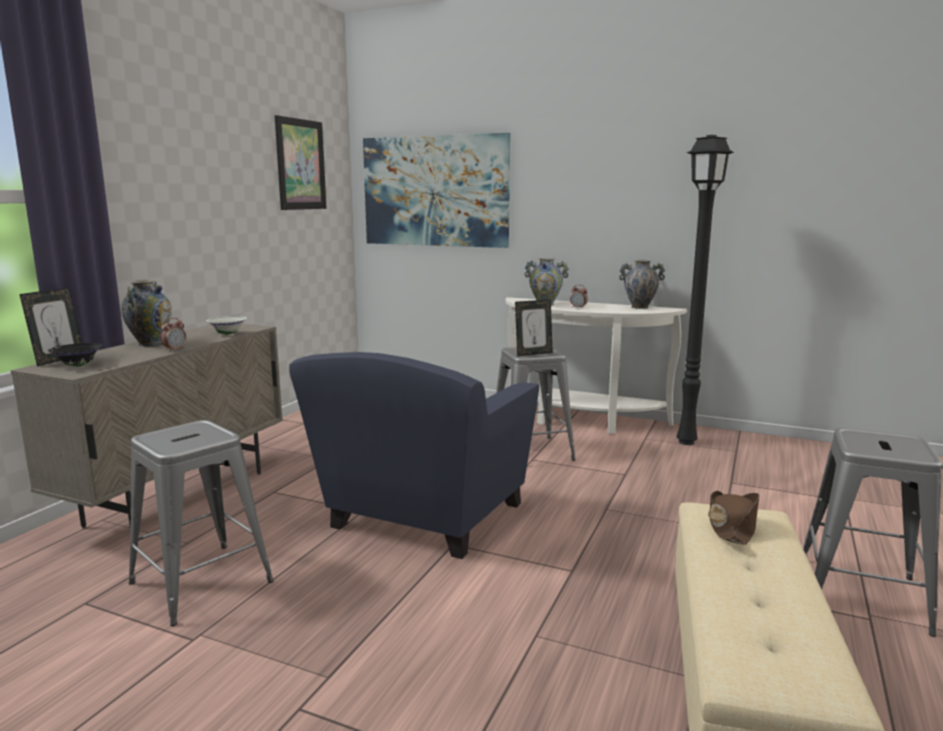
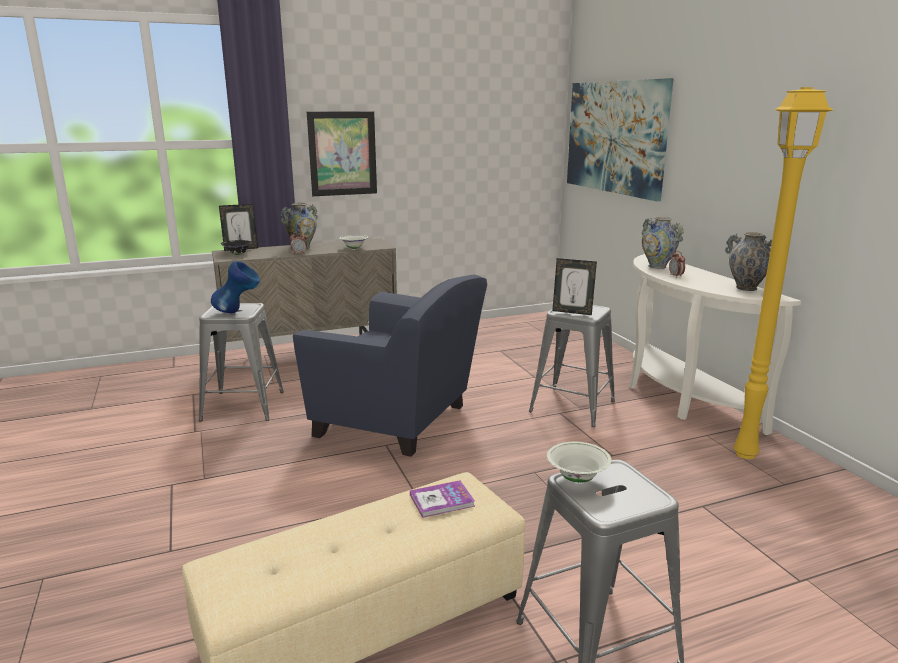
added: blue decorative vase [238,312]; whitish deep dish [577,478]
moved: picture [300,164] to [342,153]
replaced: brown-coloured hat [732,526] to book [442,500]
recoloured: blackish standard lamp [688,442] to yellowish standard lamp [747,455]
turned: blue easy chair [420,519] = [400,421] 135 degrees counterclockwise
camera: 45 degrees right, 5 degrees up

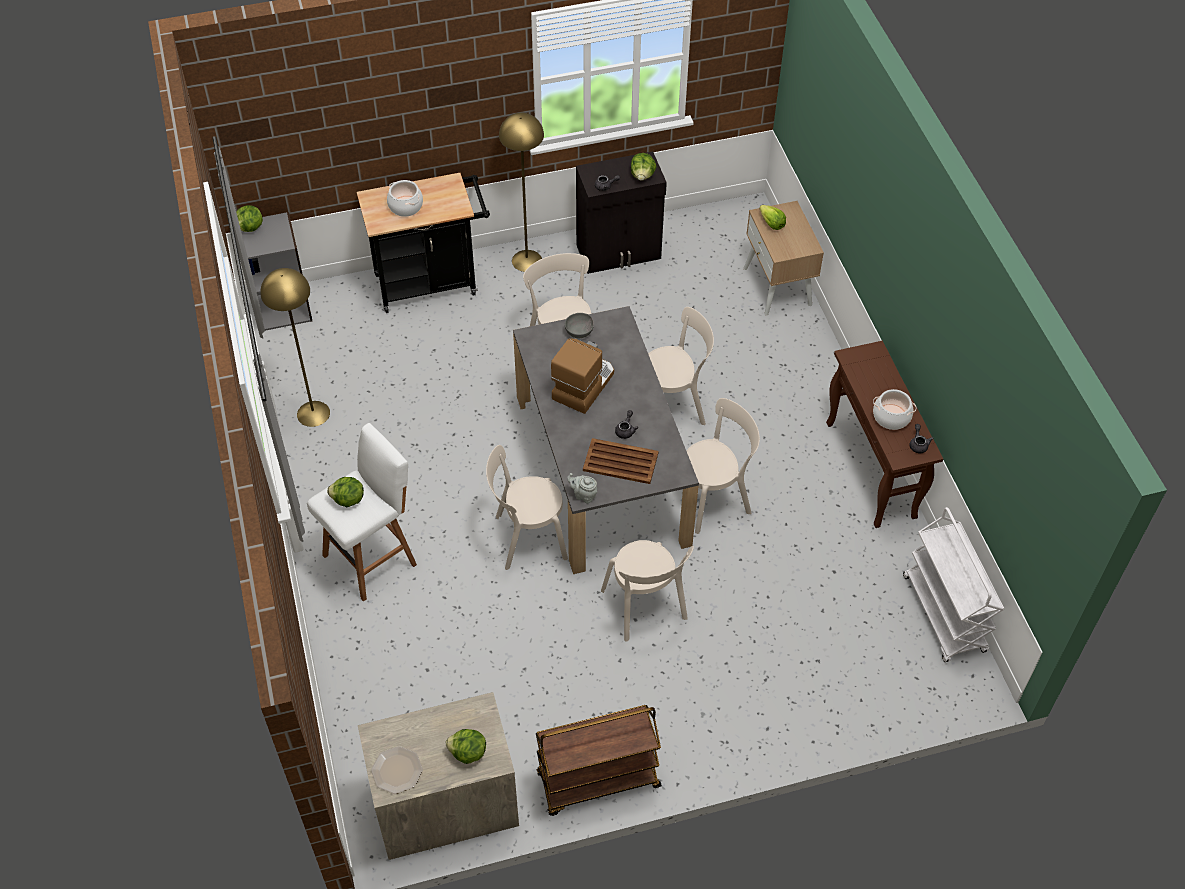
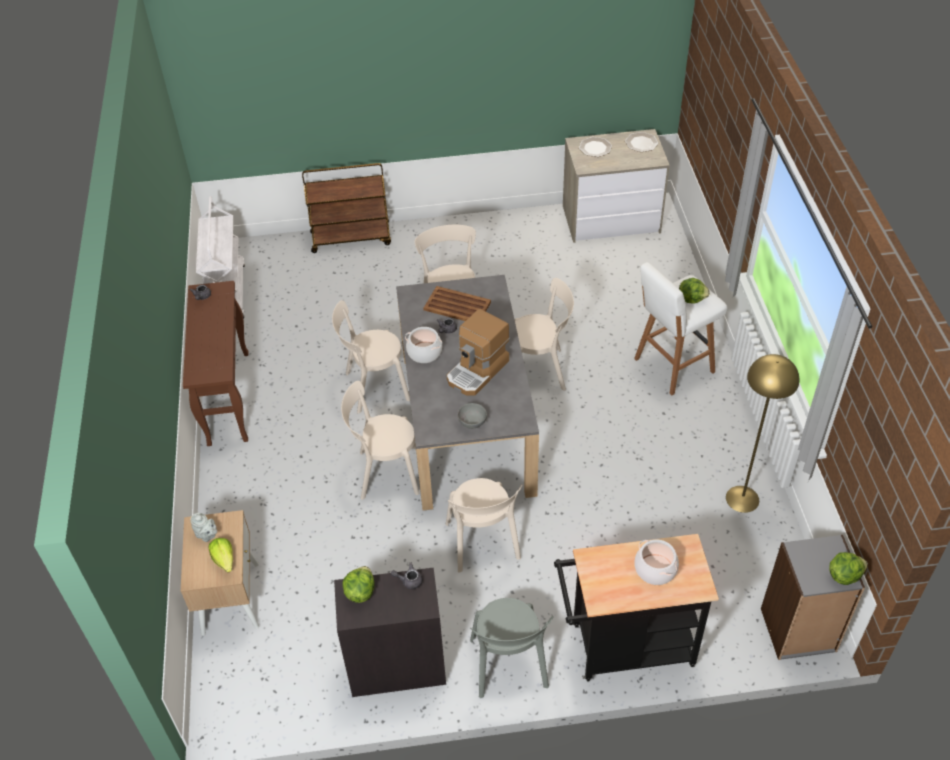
moved: brown-coloured cart [597,781] to [351,238]; gray tea pot [583,495] to [207,535]; cooking pot [891,417] to [424,352]
replaced: head of lettuce [467,753] to flat dish [595,147]; yellowish standard lamp [527,260] to gray upright chair [509,667]
camera: 170 degrees left, 5 degrees down

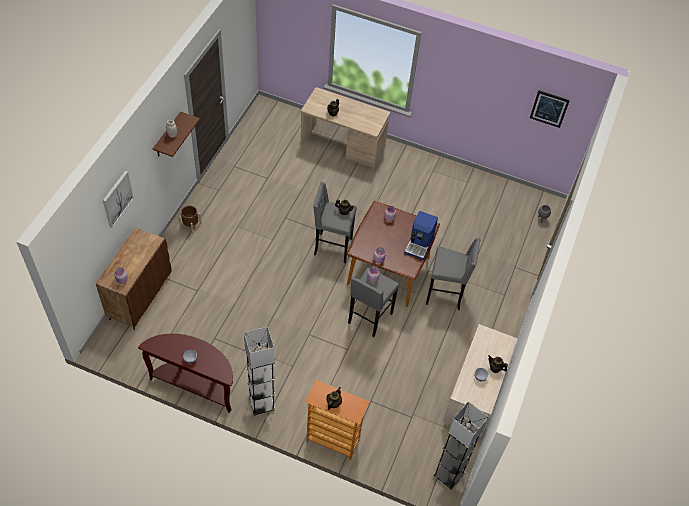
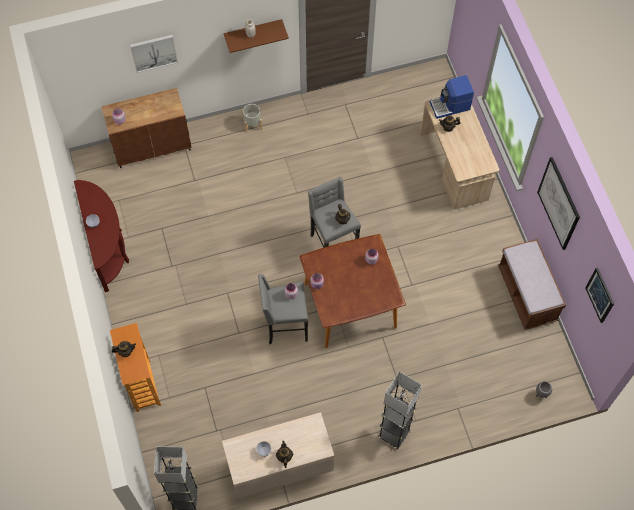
removed: gray sitting stool [445,294]
added: brown-coloured indoor bench [526,294]; picture [559,203]
moved: gray standard lamp [261,404] to [394,434]; coffee brewer [420,244] to [450,106]
recoloured: brown-coloured planter [190,225] to gray planter [252,124]
camera: 55 degrees right, 10 degrees up

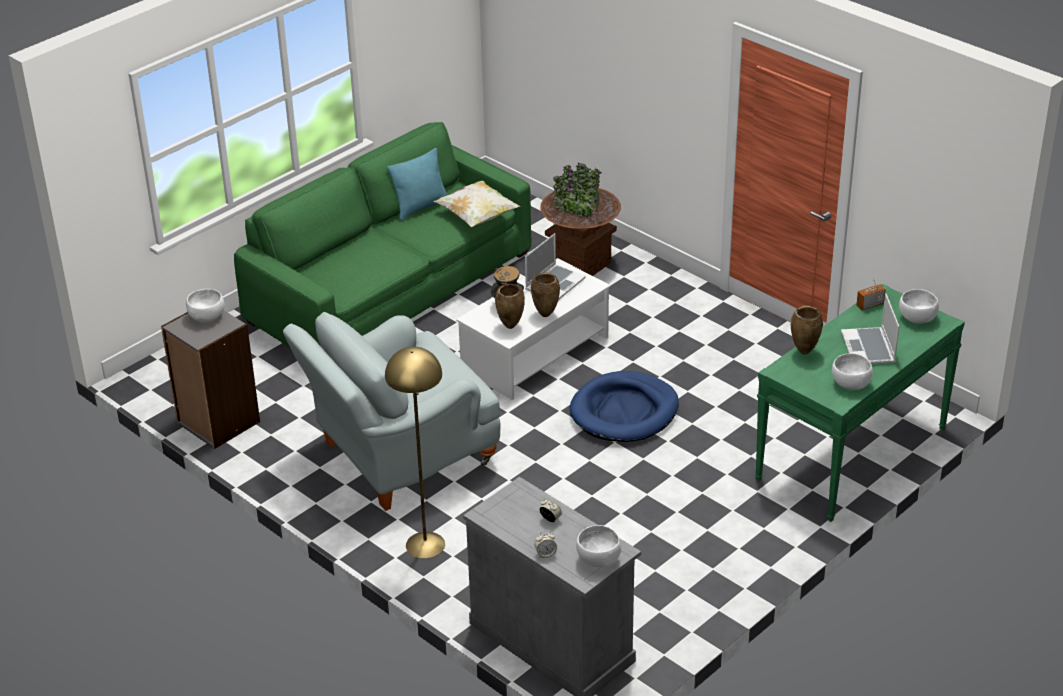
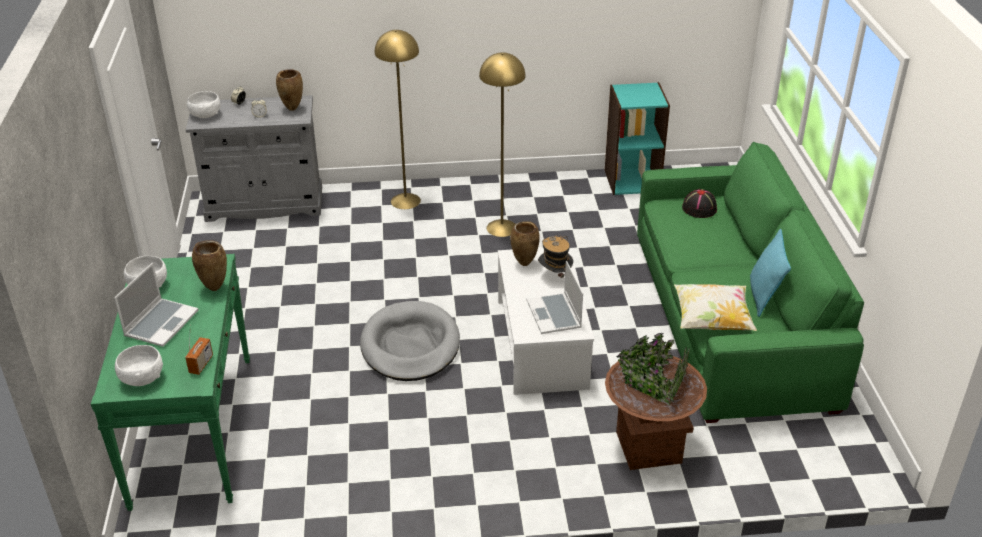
removed: whitish deep dish [207,316]
added: blackish hat [699,208]
moved: brown-coloured decorative vase [546,314] to [292,109]
replaced: gray easy chair [399,457] to yellowish standard lamp [502,228]
recoloured: gray bookcase [217,423] to blue-green bookcase [632,180]; blue pet bed [624,411] to gray pet bed [410,345]
turned: laptop [869,348] = [161,323] 75 degrees clockwise
camera: 130 degrees right, 0 degrees up

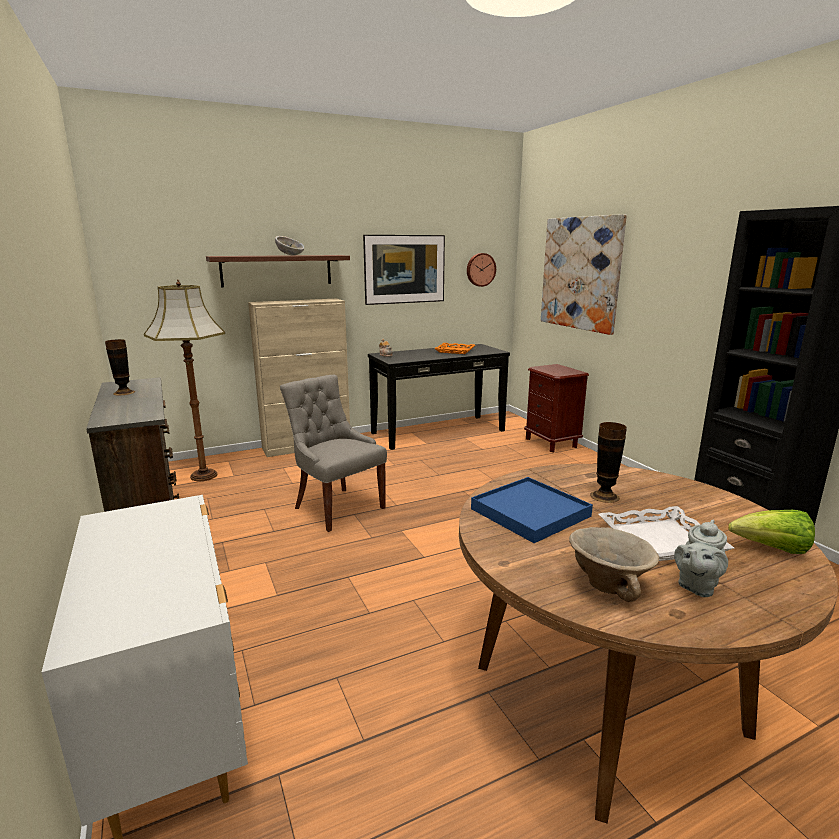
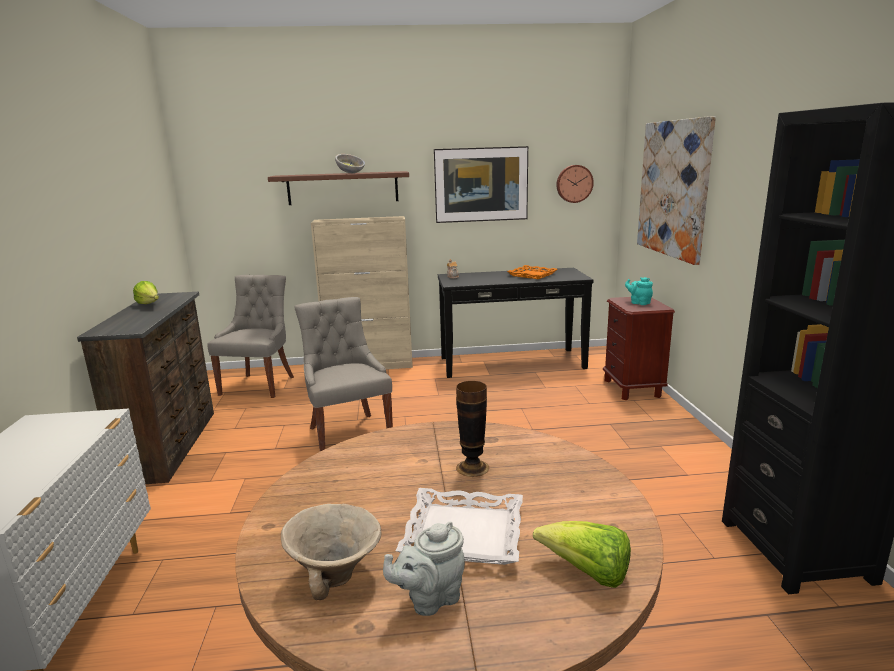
removed: blue serving tray [530,513]
added: blue-green tea pot [639,303]
replaced: decorative vase [124,392] to head of lettuce [150,305]; standard lamp [204,475] to gray upright chair [259,385]
camera: 20 degrees right, 0 degrees up

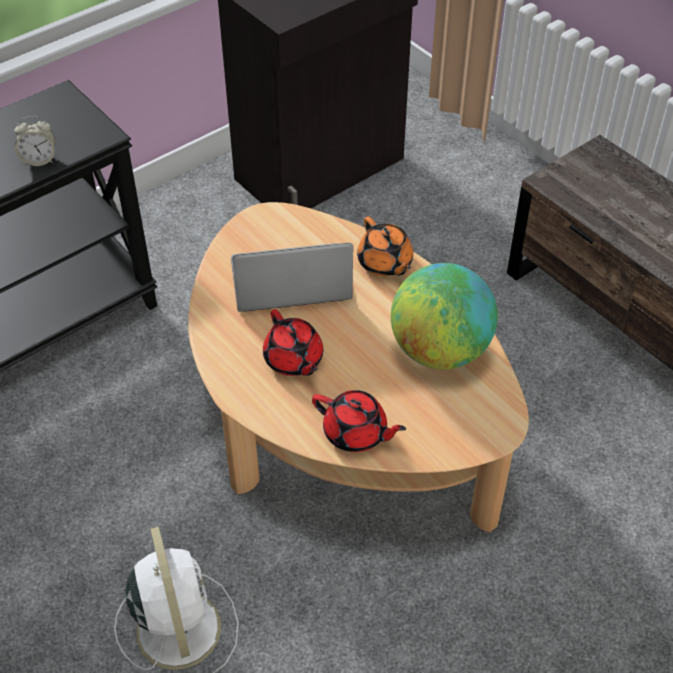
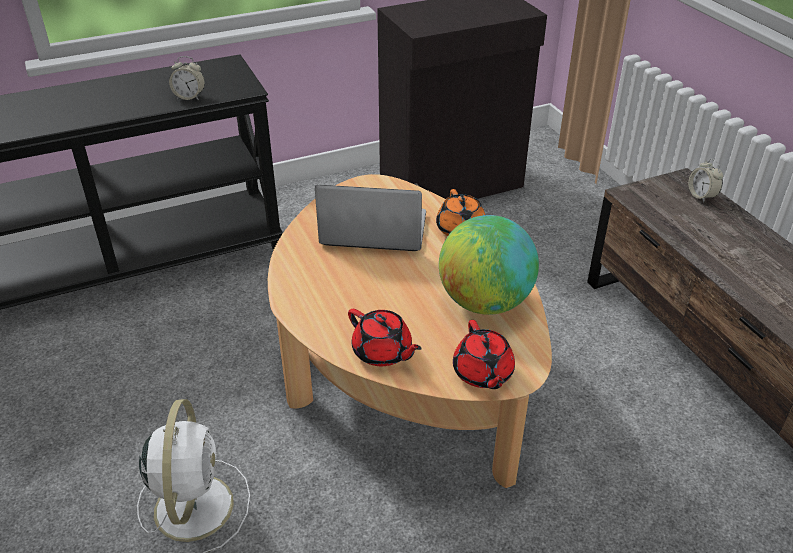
added: alarm clock [701,196]
moved: red tea pot [293,360] to [483,373]
camera: 15 degrees right, 10 degrees down

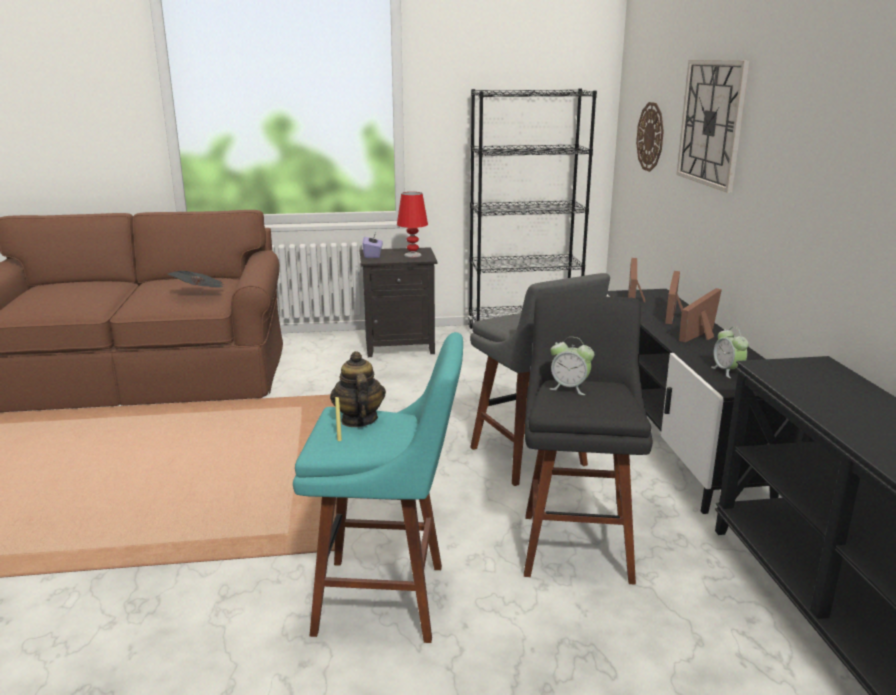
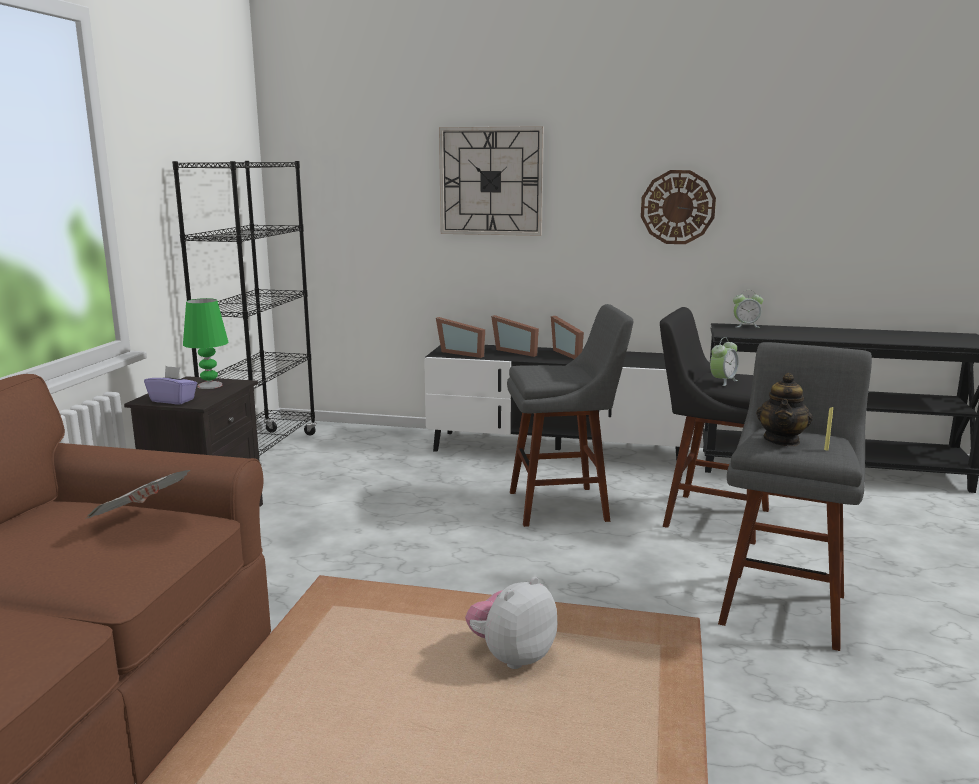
added: soft toy [512,657]
moved: clock on the wall [650,136] to [677,207]; alarm clock [727,371] to [746,326]
recoloured: blue-green sitting stool [388,599] to gray sitting stool [784,605]; red lamp for a table [412,255] to green-coloured lamp for a table [209,385]
turned: tea pot [358,420] = [782,440] 75 degrees counterclockwise
camera: 70 degrees left, 5 degrees down

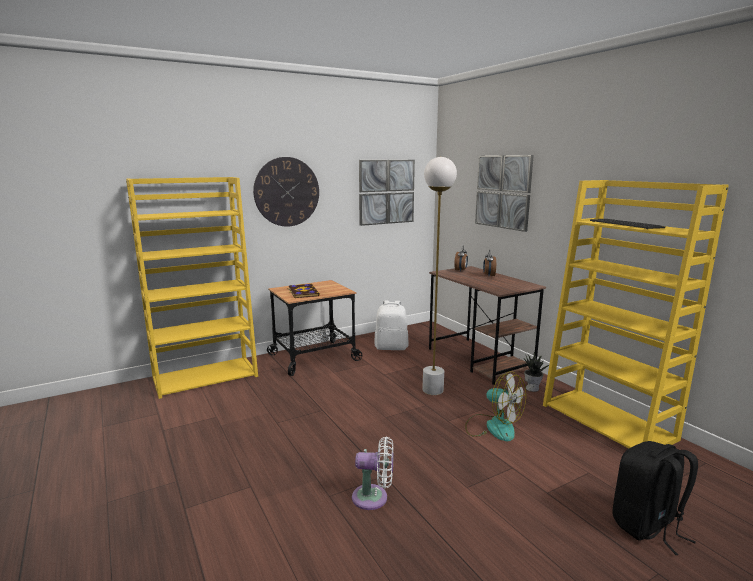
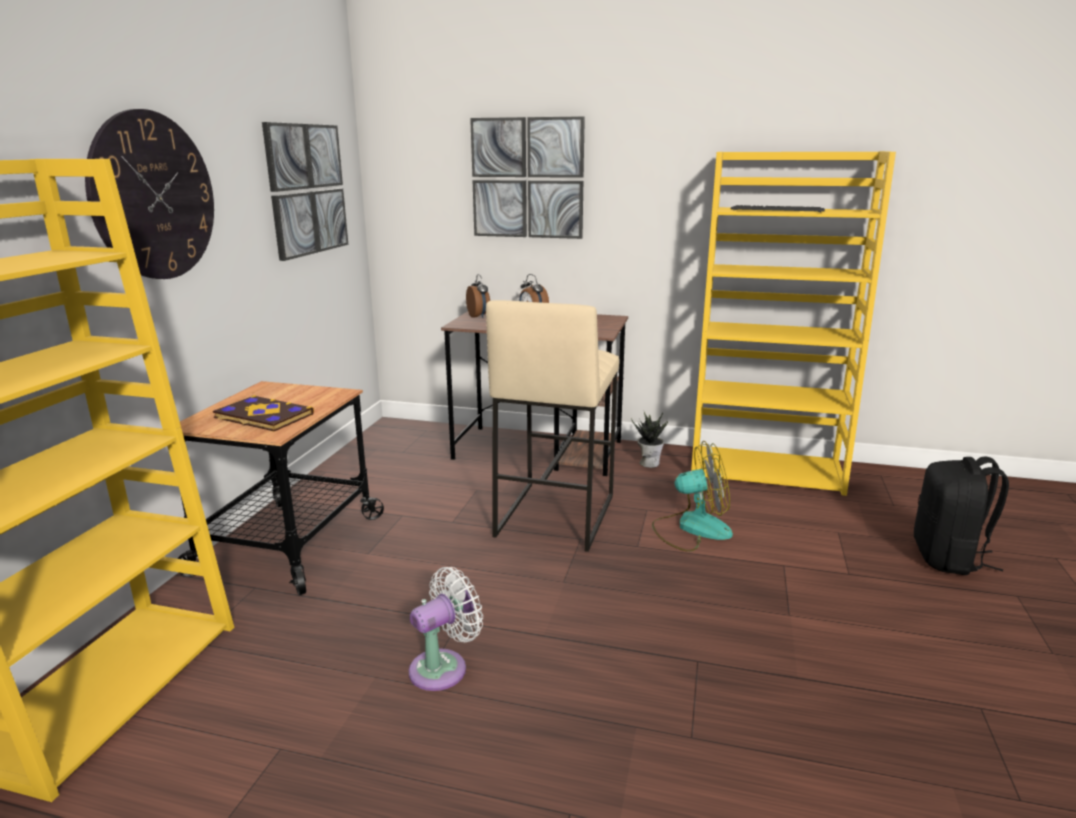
removed: whitish knapsack [391,347]
moved: whitish electric fan [374,498] to [443,667]
replaced: whitish standard lamp [432,390] to beige sitting stool [554,515]
camera: 45 degrees left, 5 degrees up

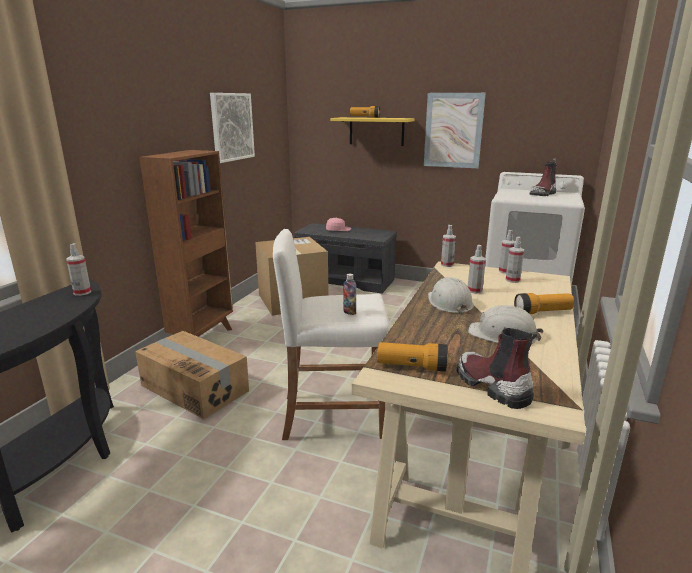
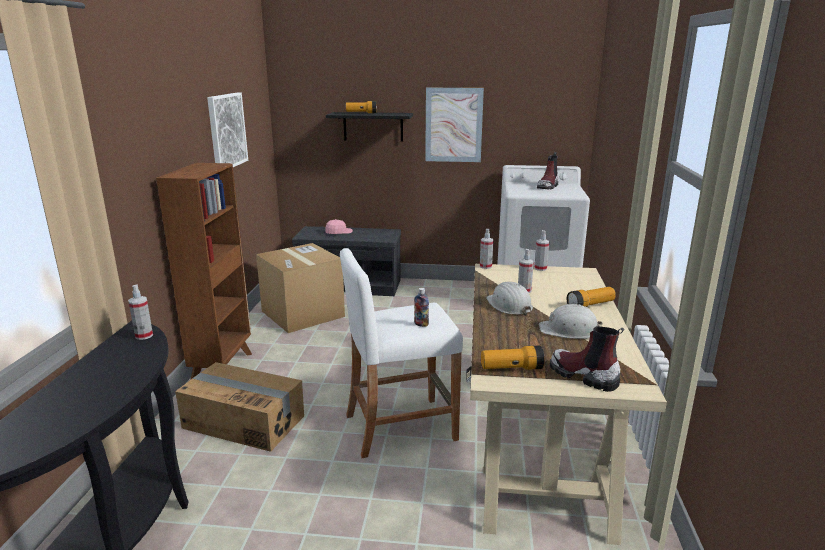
removed: sprayer [512,280]
recoloured: yellowish bracket shelf [376,131] to blackish bracket shelf [373,126]
camera: 15 degrees left, 0 degrees up

